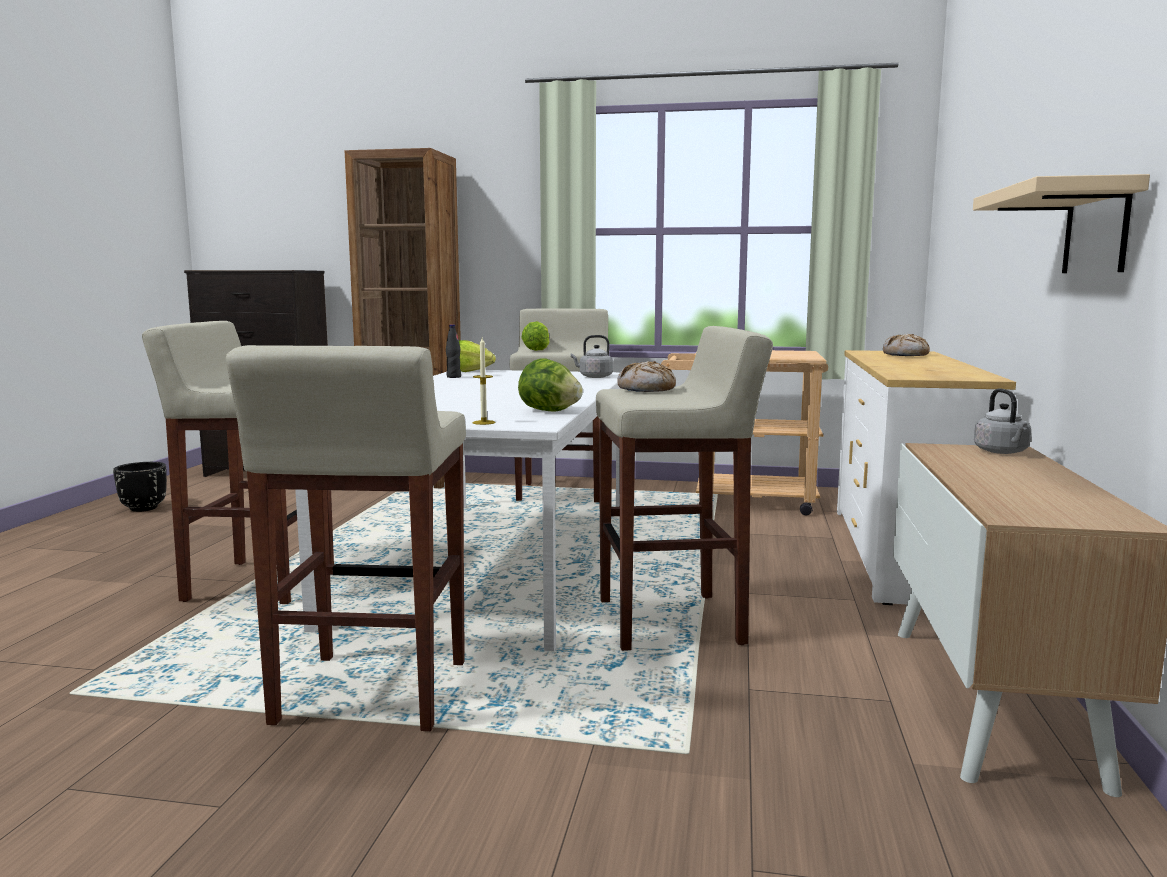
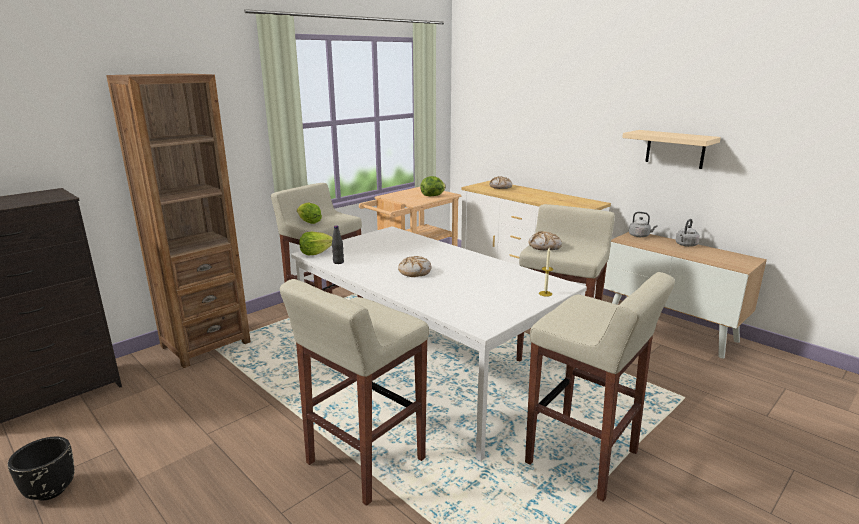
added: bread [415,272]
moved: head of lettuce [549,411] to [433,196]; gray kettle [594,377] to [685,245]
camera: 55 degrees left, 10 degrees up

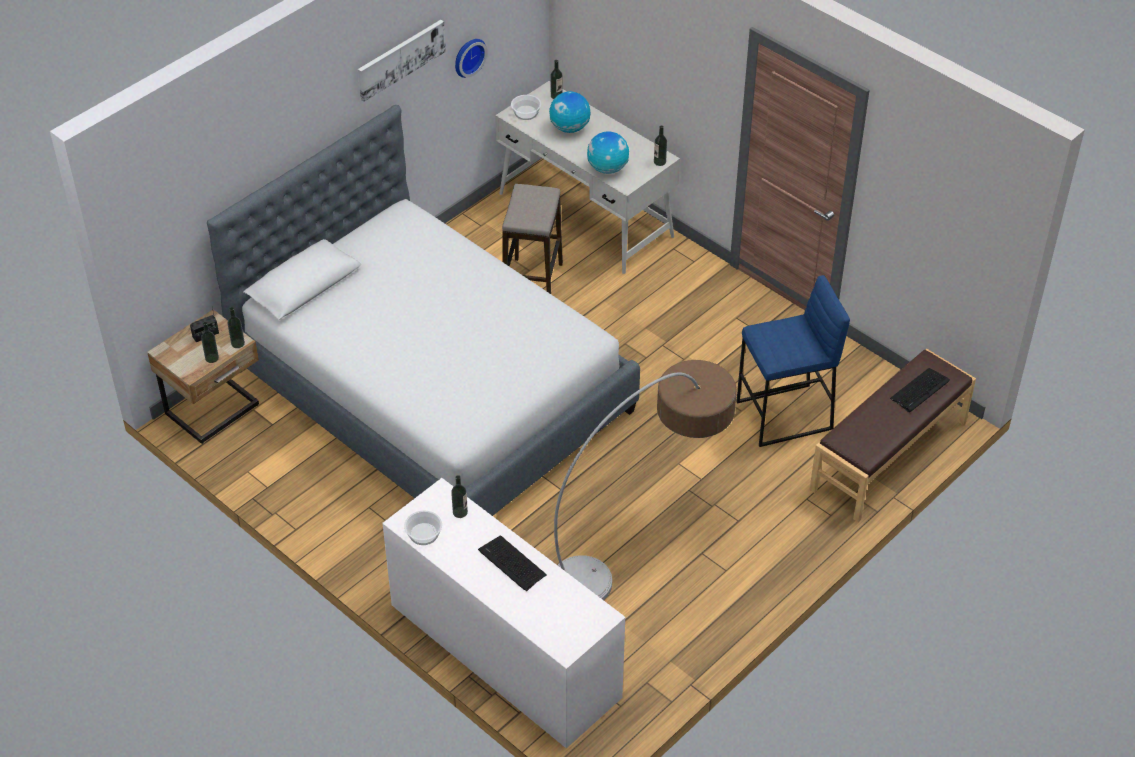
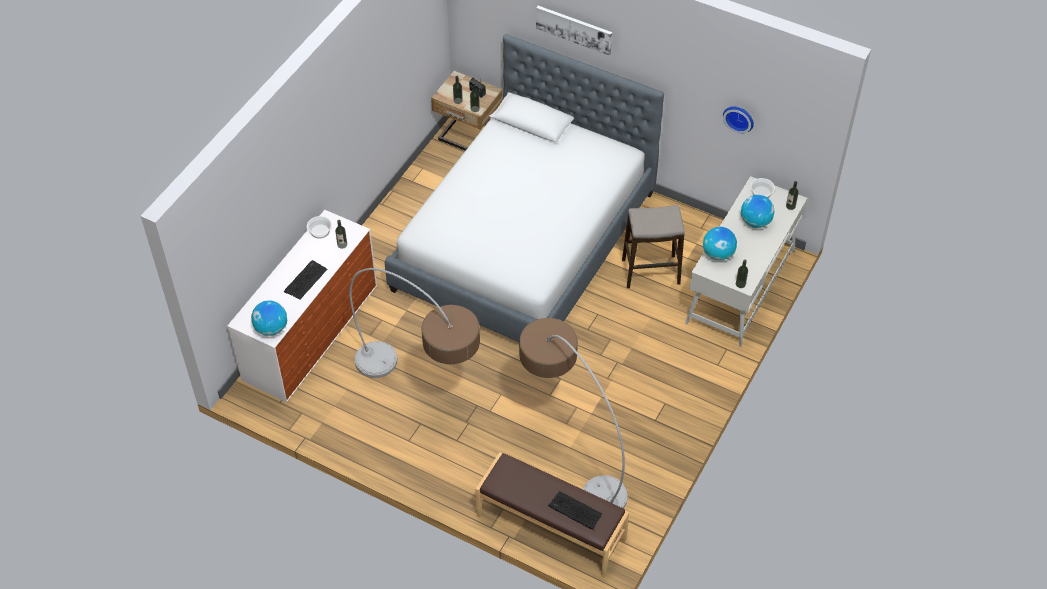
added: world globe [271,328]
moved: picture [400,59] to [574,29]
replaced: blue sitting stool [784,416] to standard lamp [570,452]
camera: 75 degrees right, 5 degrees up

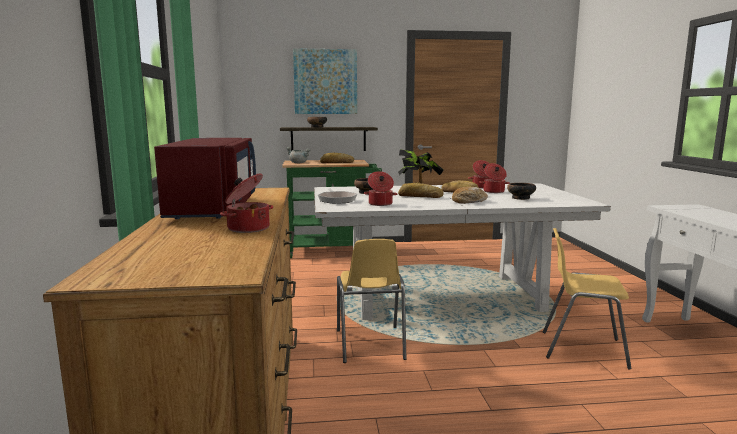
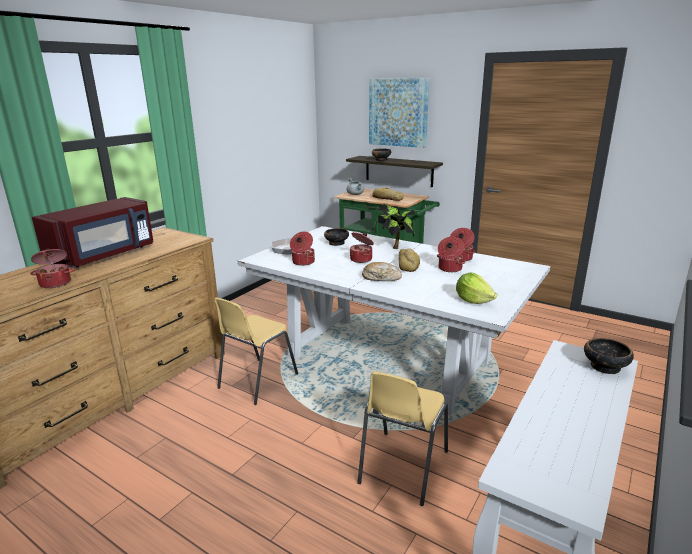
added: head of lettuce [473,300]
moved: deep dish [520,198] to [604,367]
replaced: bread [420,196] to cooking pot [361,259]
turned: yellowish upright chair [582,349] = [402,467] 120 degrees counterclockwise
camera: 40 degrees right, 10 degrees up

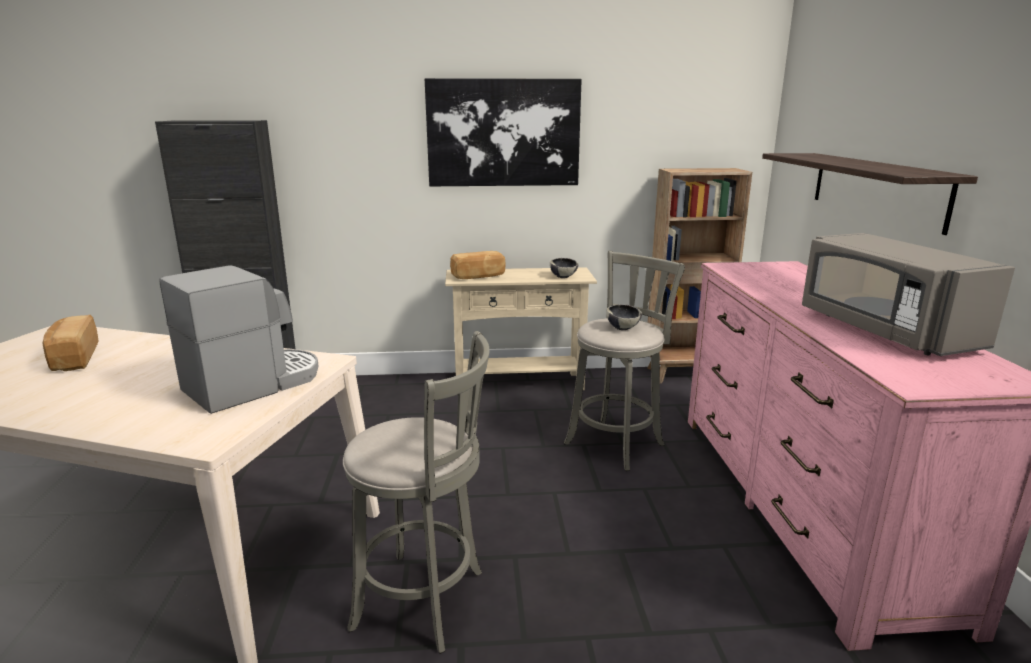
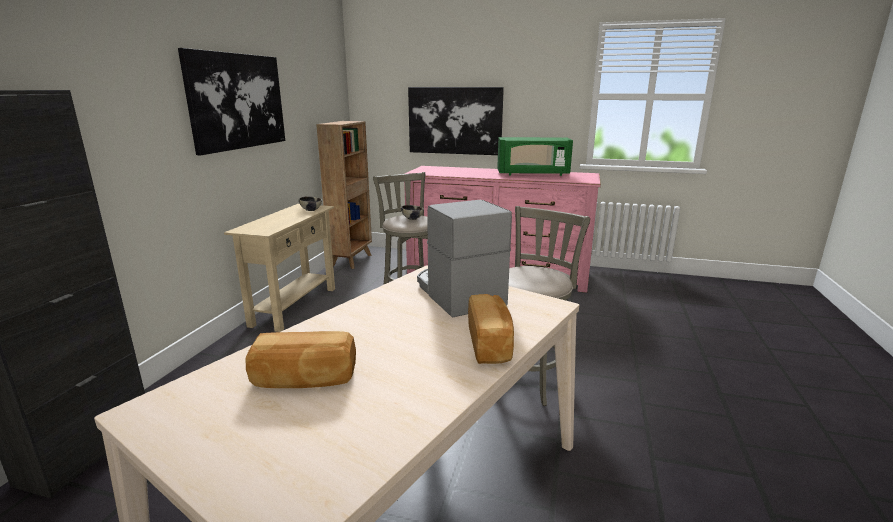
moved: bread [478,276] to [490,343]
replaced: bracket shelf [876,188] to picture [455,120]
recoloured: gray microwave oven [884,330] to green-coloured microwave oven [533,174]
camera: 70 degrees left, 0 degrees up

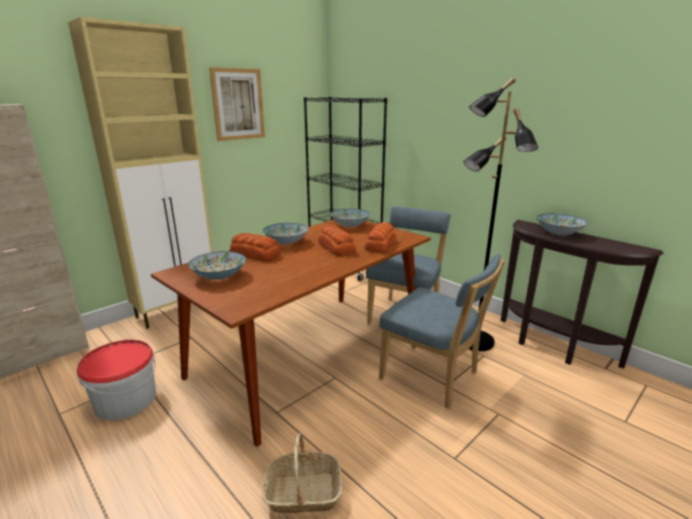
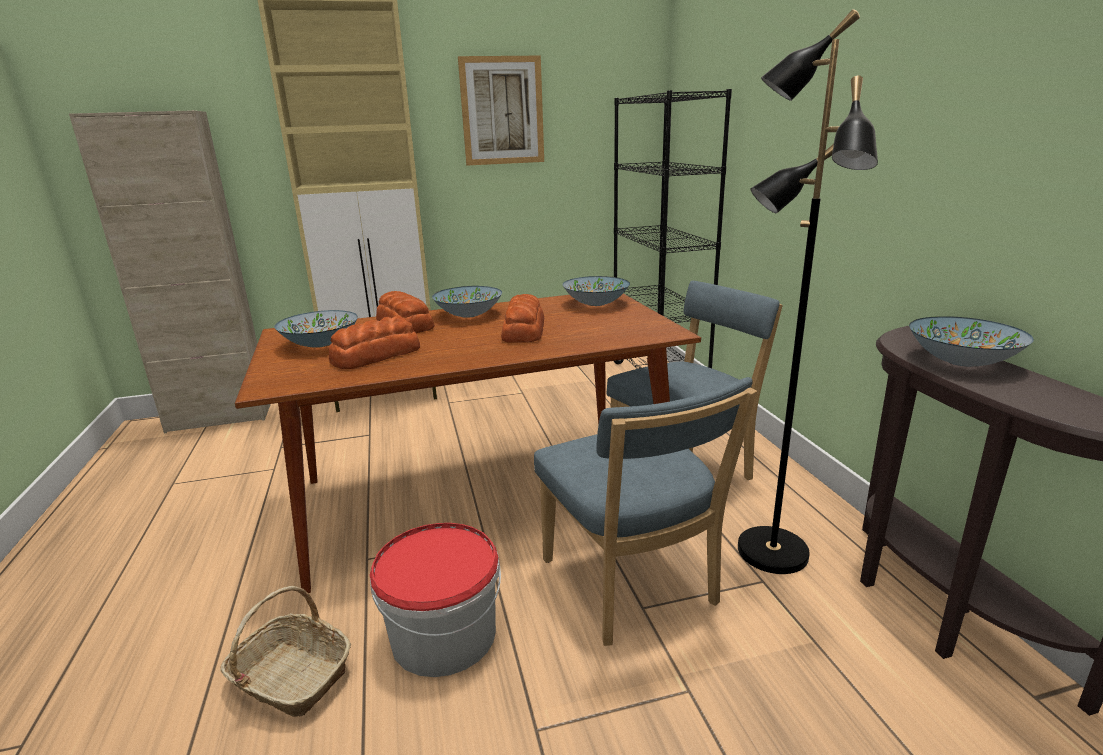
moved: bucket [125,399] to [443,634]; bread [380,244] to [374,356]
camera: 30 degrees right, 0 degrees up

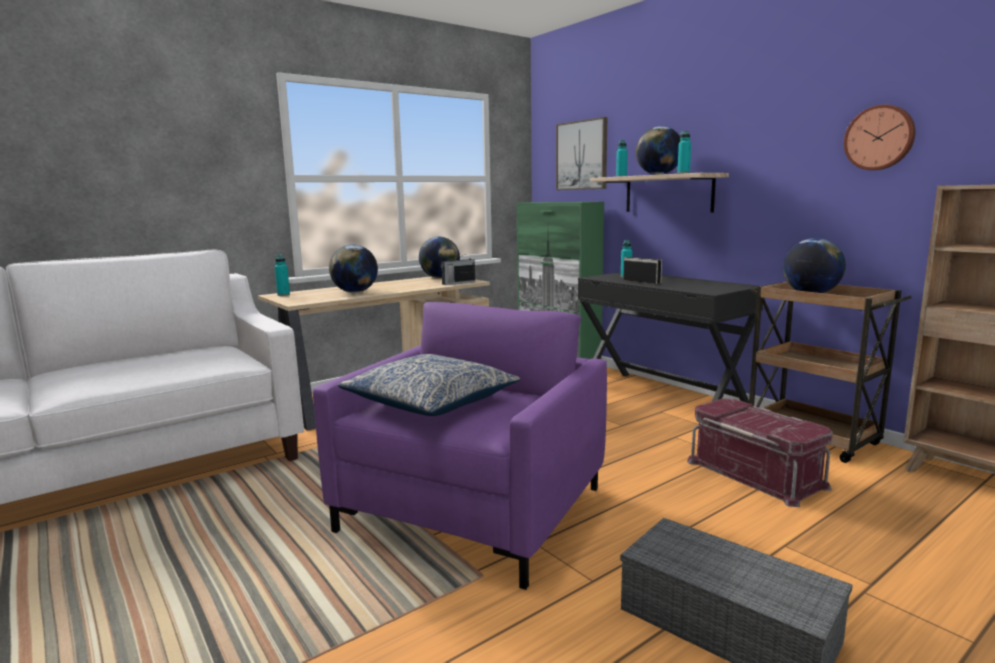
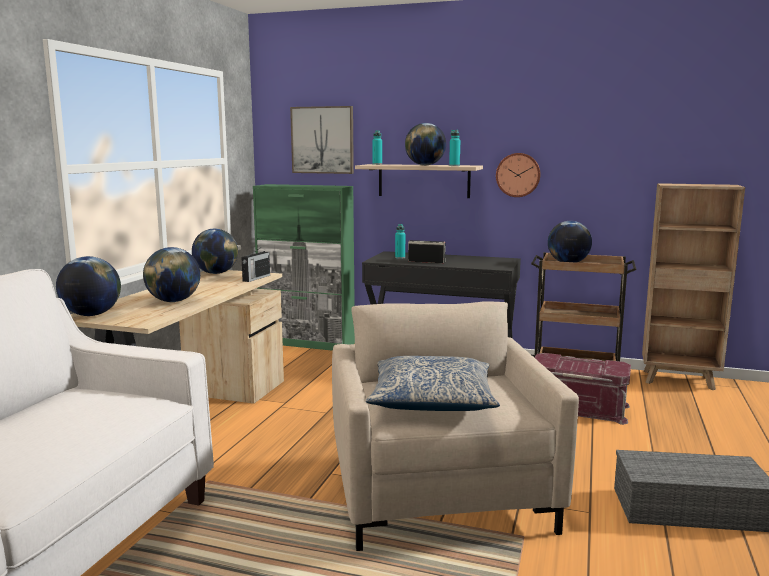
moved: clock on the wall [879,138] to [518,175]
replaced: blue-green drink bottle [283,295] to world globe [91,315]
recoloured: purplish easy chair [474,510] to beige easy chair [441,492]
camera: 35 degrees left, 0 degrees up

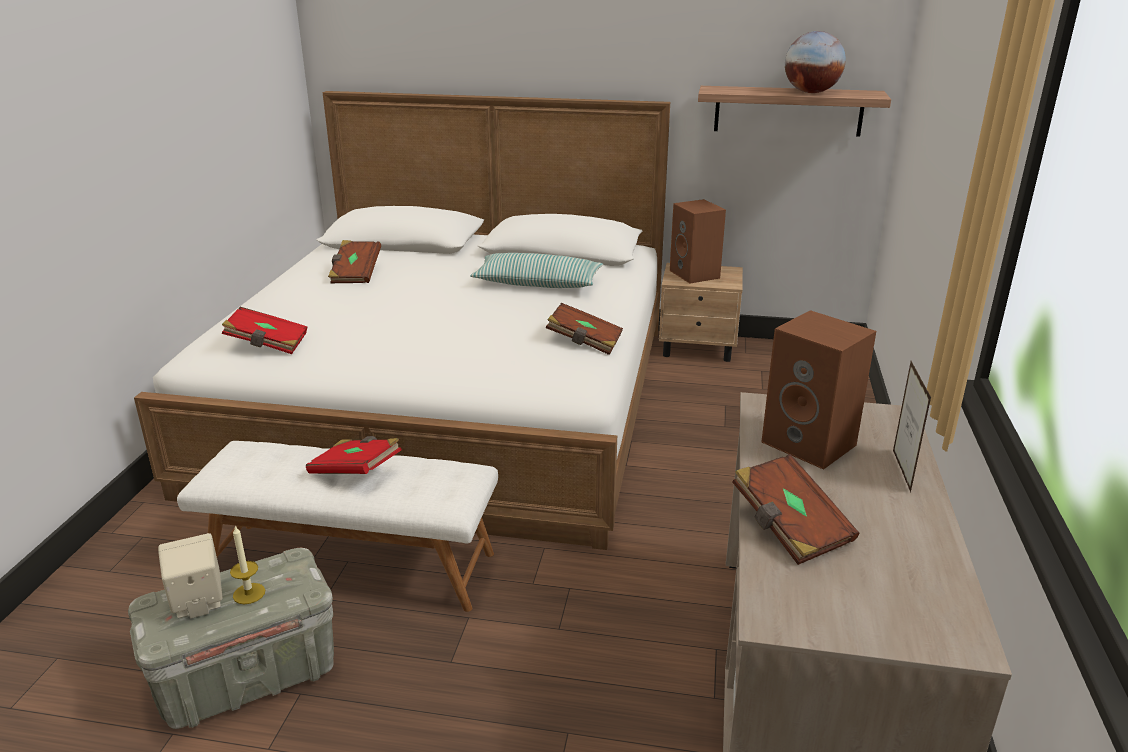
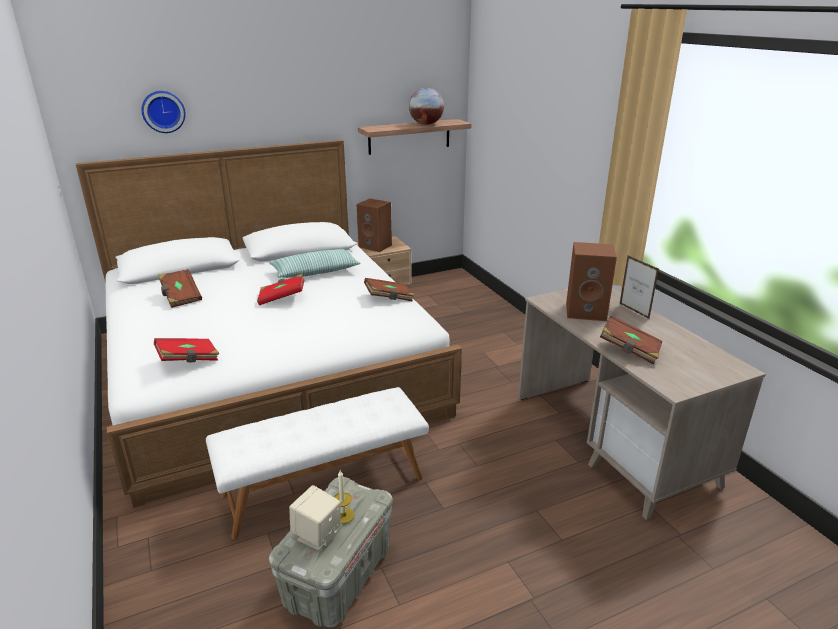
added: clock on the wall [163,111]
moved: red book [356,471] to [282,298]
camera: 35 degrees left, 0 degrees up

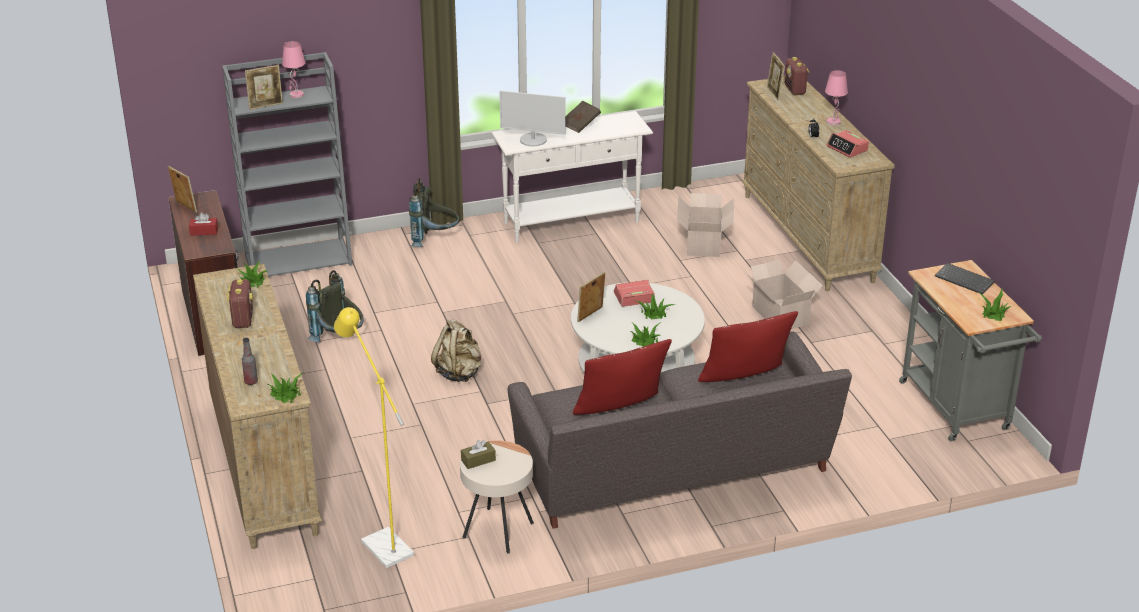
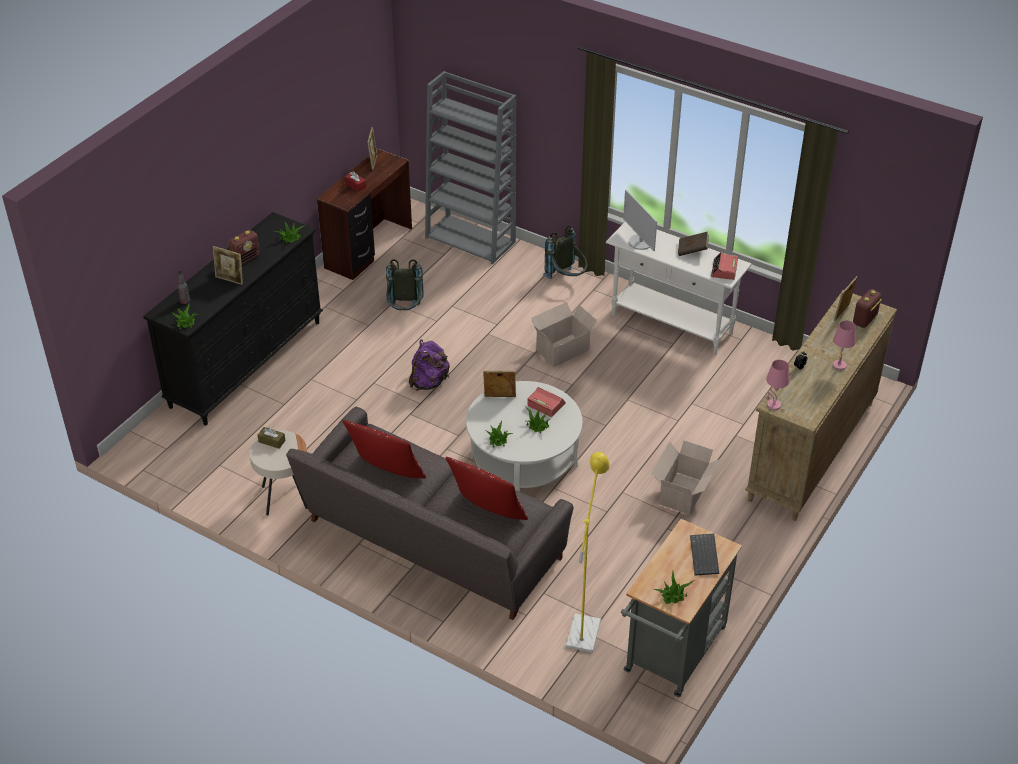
moved: photo frame [266,106] to [230,280]; pink lamp for a table [296,95] to [773,405]; yellowish standard lamp [382,543] to [585,627]; carton [704,243] to [564,350]; alarm clock [847,148] to [724,270]
recoloured: beige drawer chest [264,466] to blackish drawer chest [247,363]; beige knapsack [459,373] to purplish knapsack [428,382]
camera: 50 degrees right, 10 degrees up

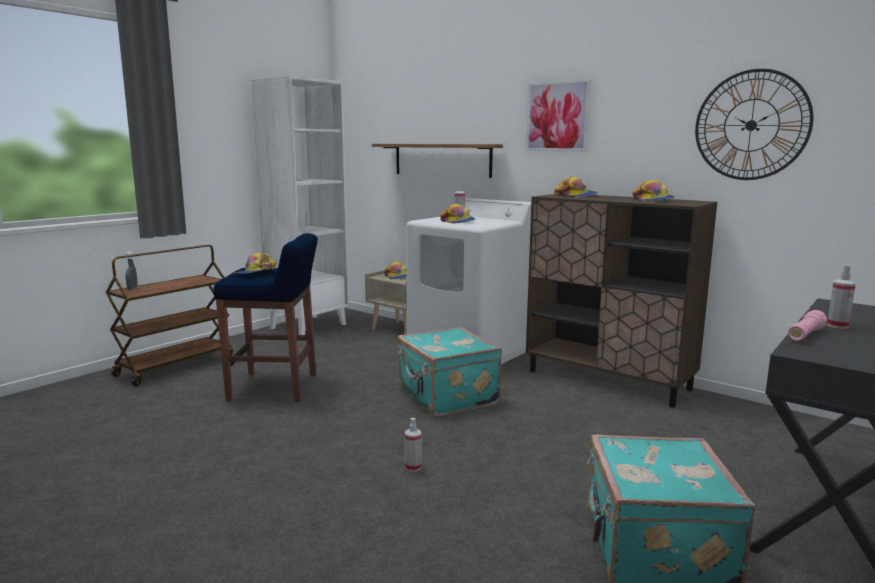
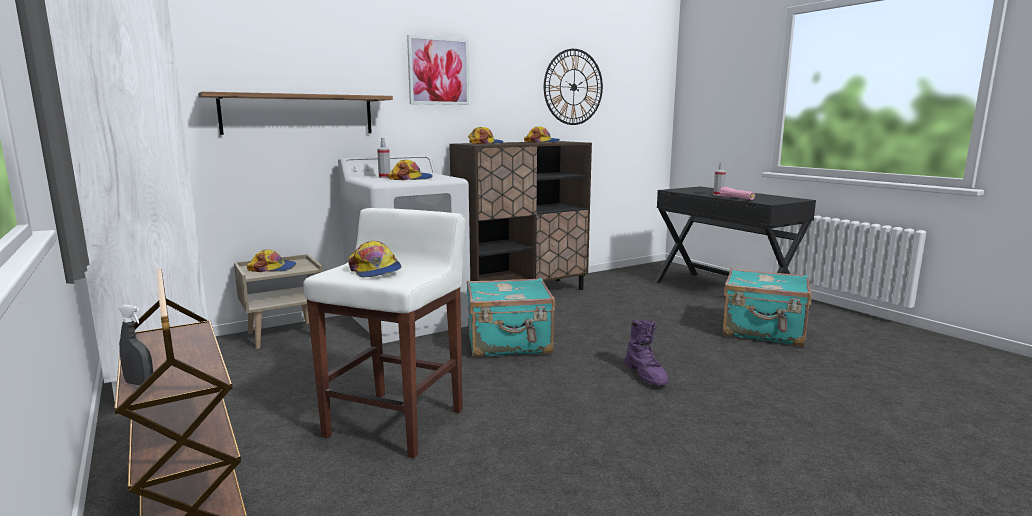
replaced: sprayer [413,467] to purplish tall boot [646,375]
recoloured: blue sitting stool [275,387] to whitish sitting stool [397,422]
camera: 70 degrees left, 0 degrees up

